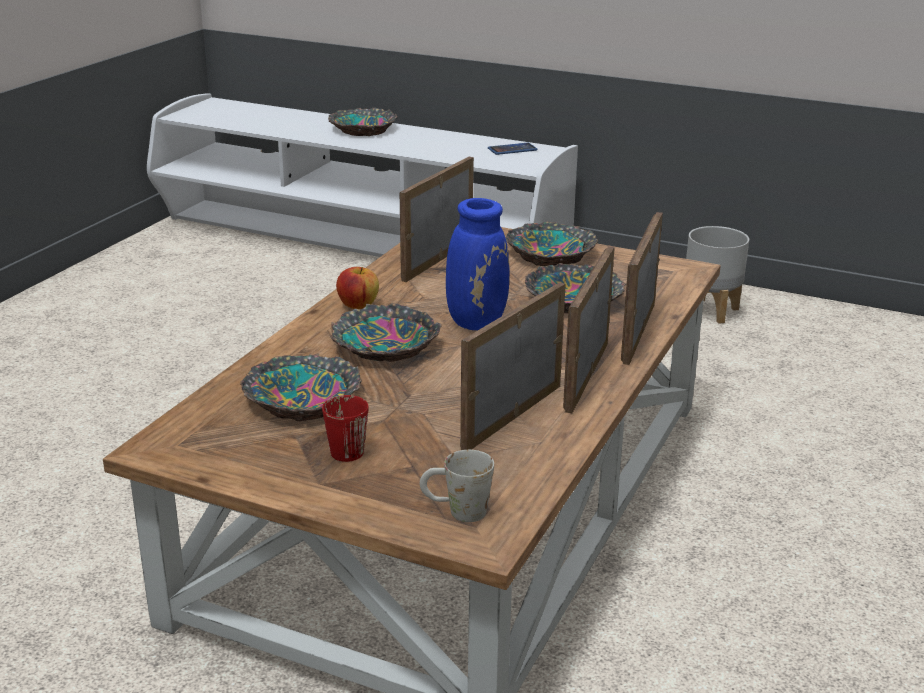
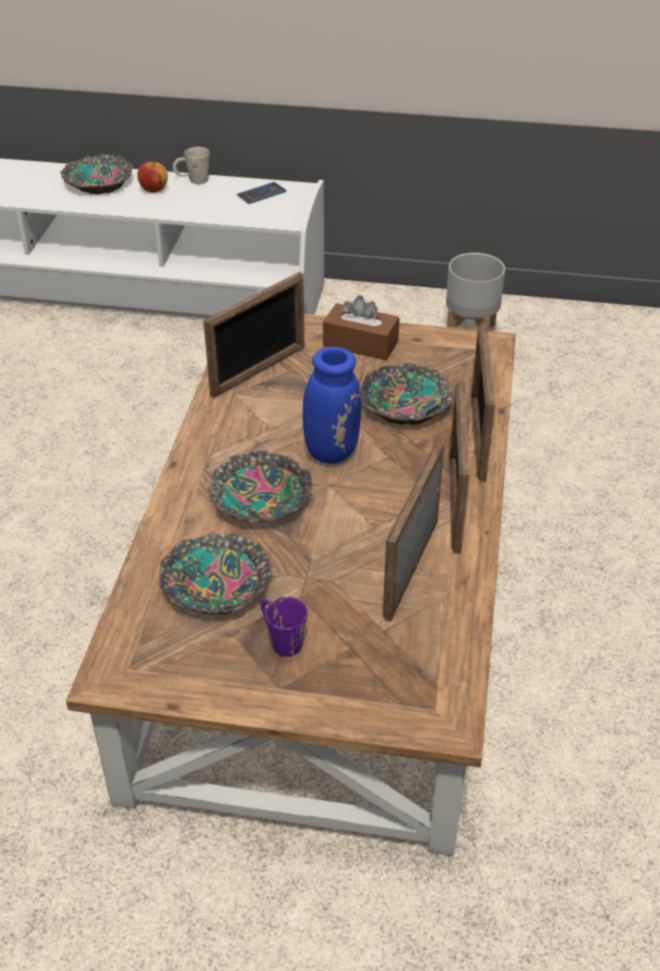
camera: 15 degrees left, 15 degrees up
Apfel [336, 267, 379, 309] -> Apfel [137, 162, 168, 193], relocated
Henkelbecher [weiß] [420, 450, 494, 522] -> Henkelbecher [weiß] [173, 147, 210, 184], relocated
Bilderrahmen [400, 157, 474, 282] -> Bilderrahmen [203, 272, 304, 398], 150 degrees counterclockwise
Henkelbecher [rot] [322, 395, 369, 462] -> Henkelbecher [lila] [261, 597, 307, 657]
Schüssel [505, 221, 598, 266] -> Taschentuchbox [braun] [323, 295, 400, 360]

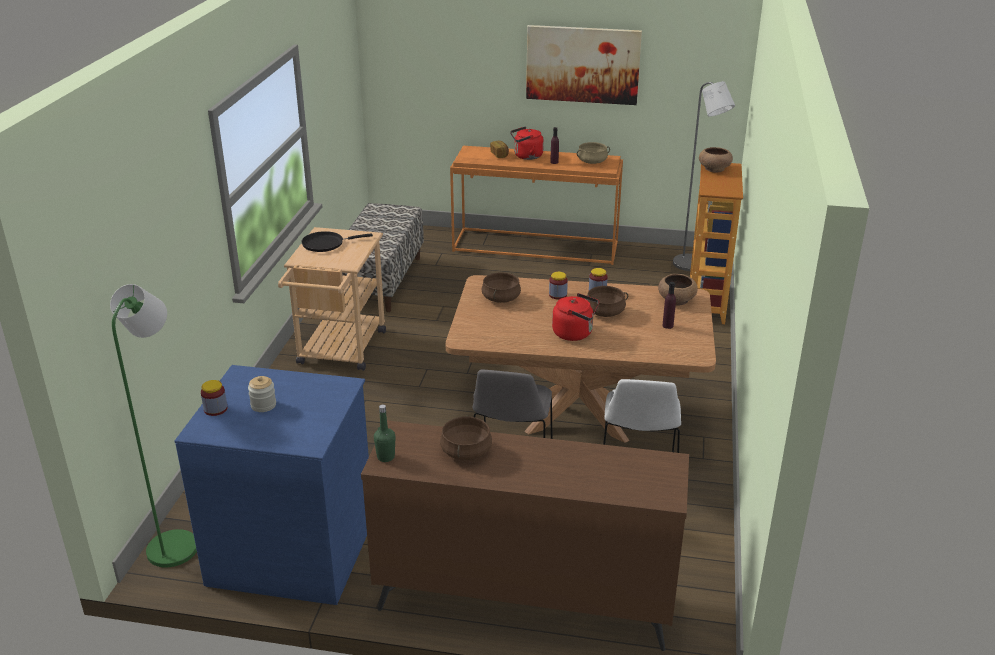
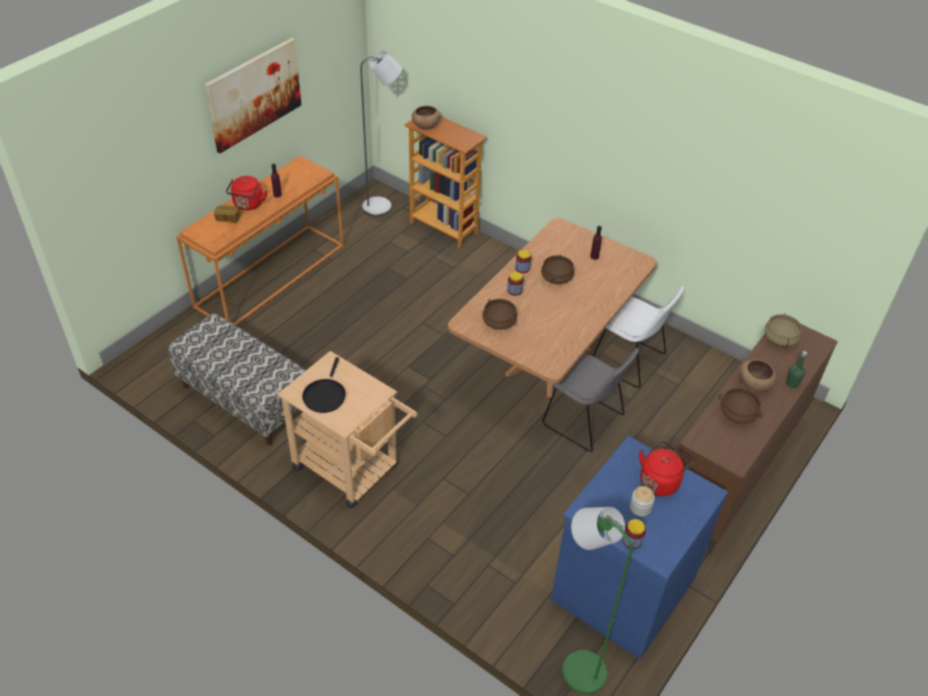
camera: 65 degrees left, 15 degrees up
Wasserkessel [rot] [552, 293, 599, 341] -> Wasserkessel [rot] [639, 441, 693, 496], relocated
Schüssel [braun] [658, 274, 698, 306] -> Schüssel [braun] [739, 359, 777, 392], relocated
Kochtopf [beige] [577, 142, 610, 164] -> Kochtopf [beige] [764, 314, 802, 346], relocated
Flasche [grün] [374, 404, 396, 462] -> Flasche [grün] [786, 351, 807, 388], relocated

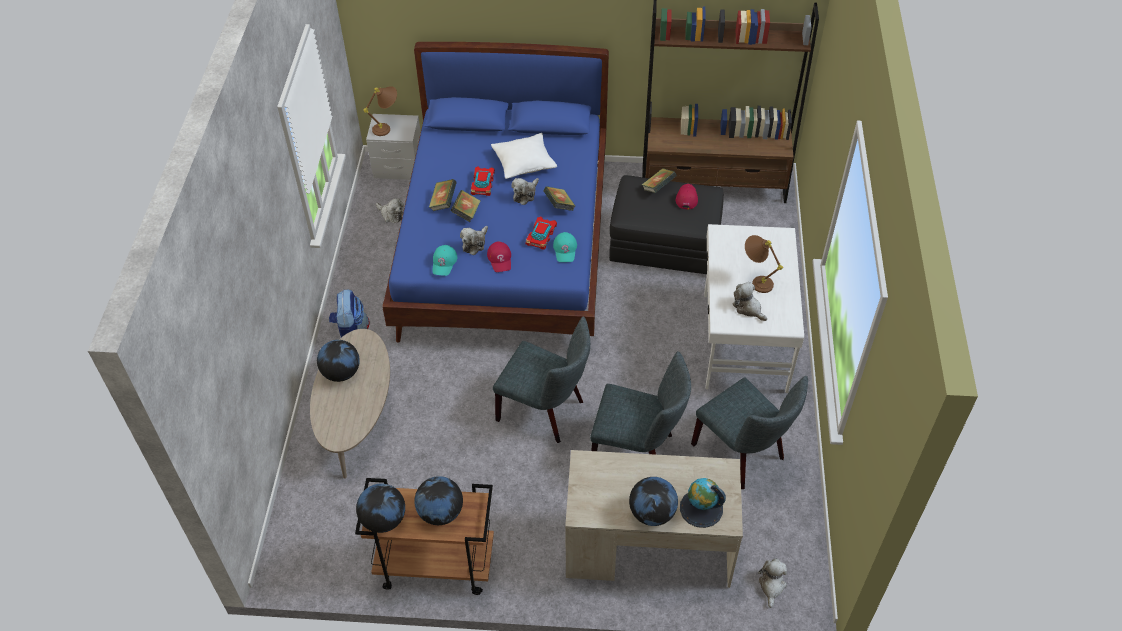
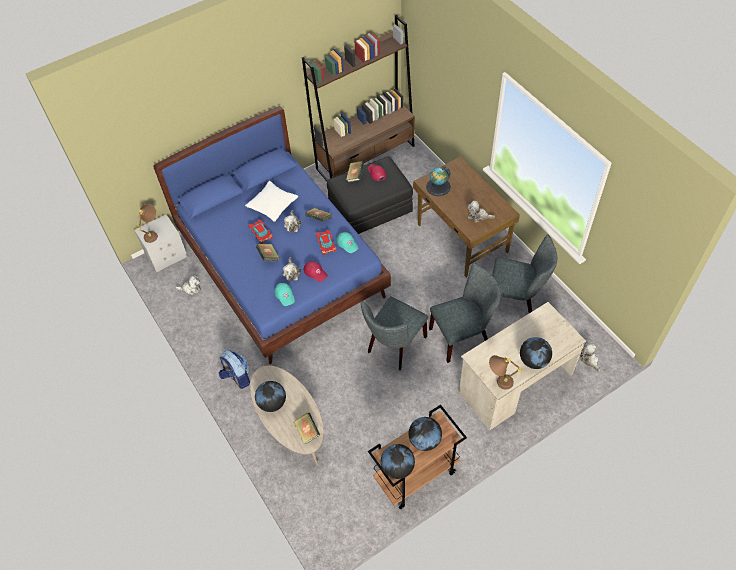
camera: 35 degrees left, 5 degrees up
Buch [429, 179, 457, 211] -> Buch [294, 413, 320, 444], relocated
Stuhl [grau] [493, 317, 590, 443] -> Stuhl [grau] [361, 296, 428, 370], 135 degrees clockwise
Schreibtisch [weiß] [704, 224, 804, 393] -> Schreibtisch [braun] [413, 157, 520, 278]
Globus [680, 478, 726, 528] -> Globus [426, 167, 451, 196], relocated
Tischlampe [braun] [745, 235, 783, 293] -> Tischlampe [braun] [489, 355, 522, 390], relocated

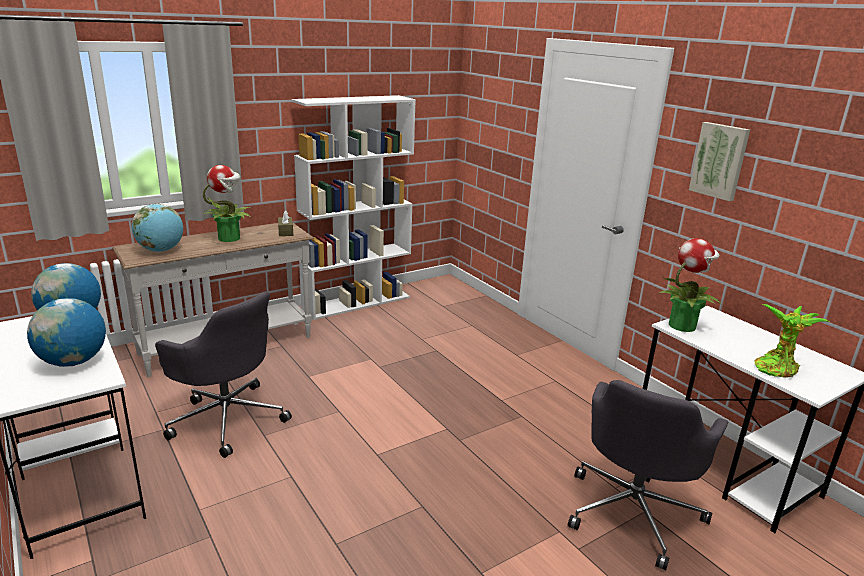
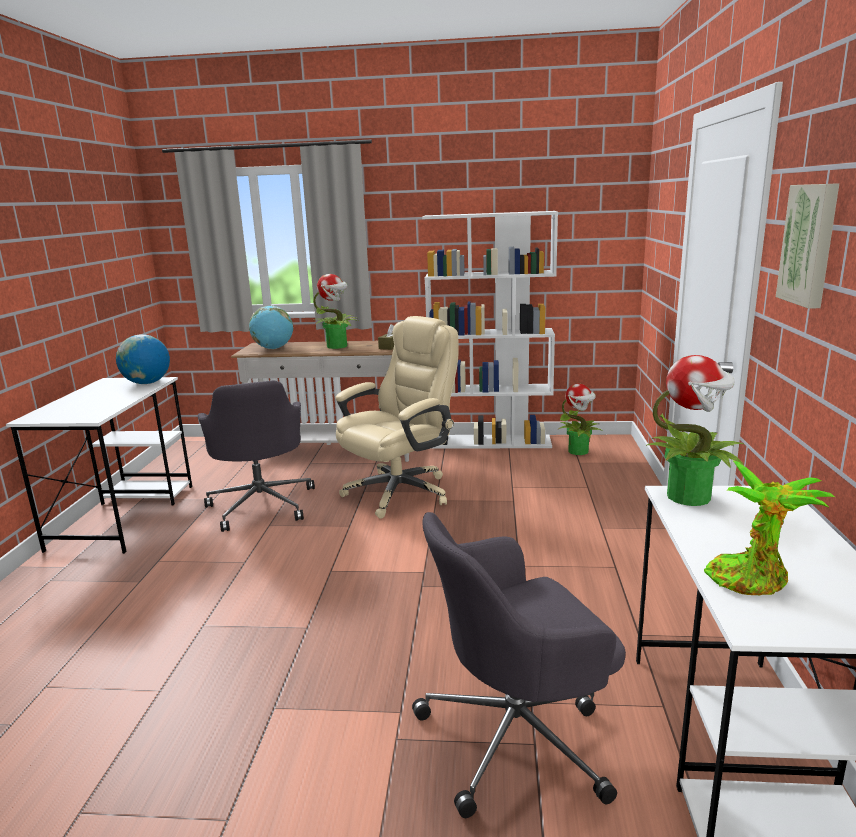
camera: 40 degrees right, 5 degrees down
none -> Bürostuhl [beige] [336, 316, 459, 519]
none -> Topfpflanze [559, 384, 604, 455]
Globus [27, 298, 106, 367] -> none

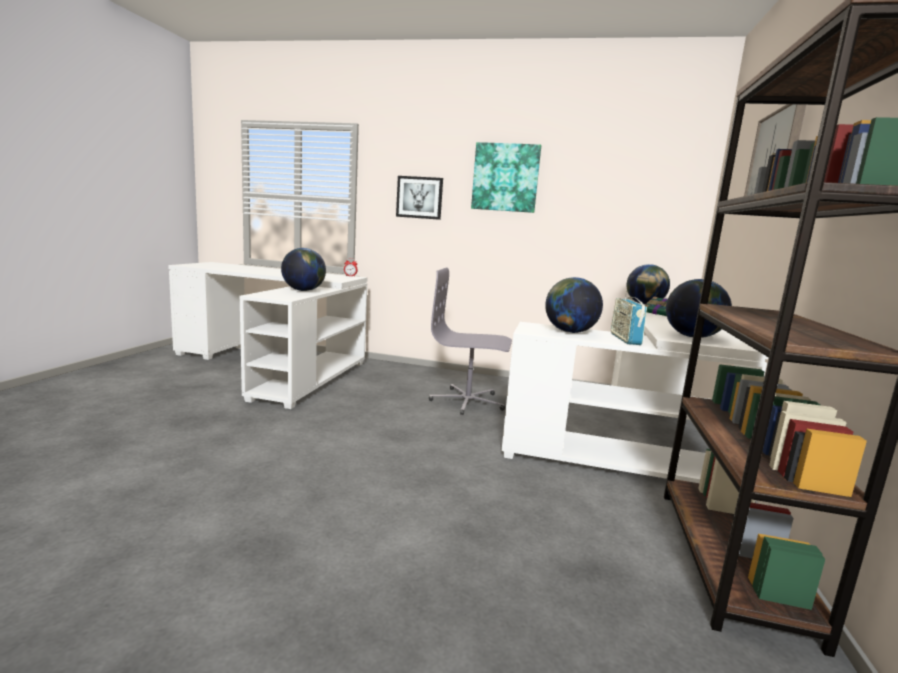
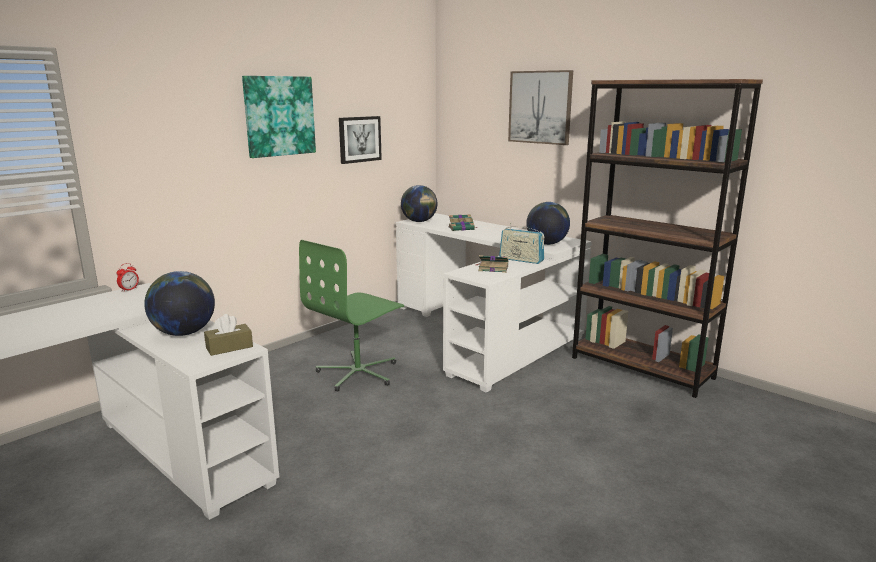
camera: 60 degrees left, 5 degrees up
none -> Taschentuchbox [braun] [204, 314, 253, 356]
Bürostuhl [grau] [429, 267, 512, 415] -> Bürostuhl [grün] [299, 240, 404, 392]
Bild [396, 176, 443, 220] -> Bild [339, 116, 382, 164], relocated
Globus [545, 277, 603, 333] -> Buch [476, 255, 509, 273]

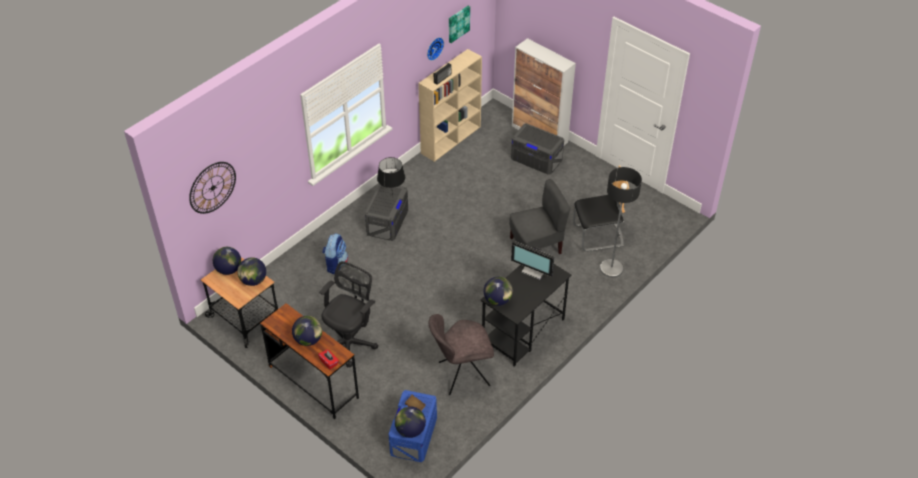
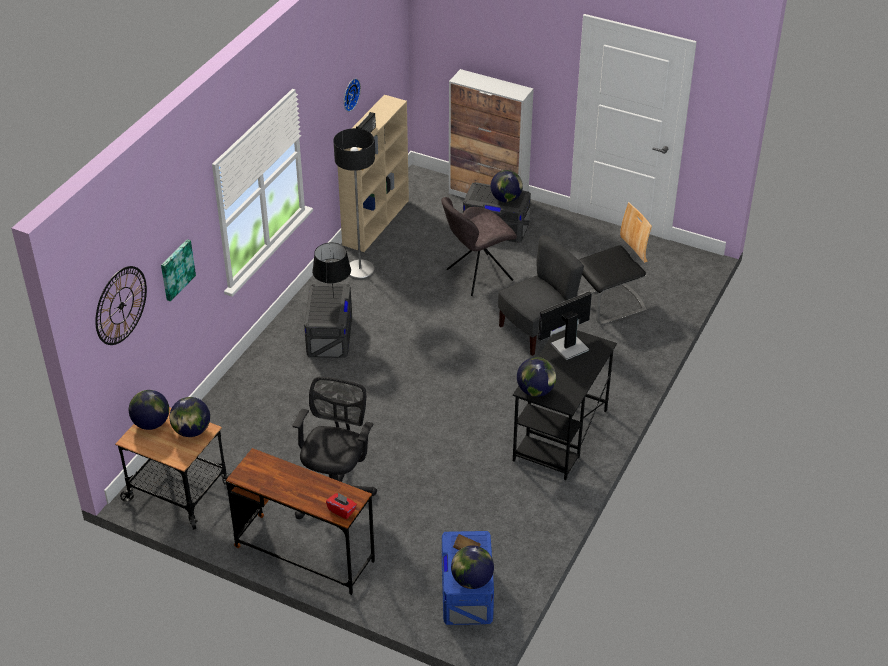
camera: 15 degrees left, 5 degrees down
Bild [449, 6, 470, 43] -> Bild [161, 239, 196, 301], relocated
Stehlampe [600, 167, 642, 277] -> Stehlampe [333, 128, 375, 280], relocated
Stuhl [grau] [429, 314, 494, 395] -> Stuhl [grau] [441, 197, 517, 296], relocated
Globus [292, 316, 322, 346] -> Globus [490, 170, 523, 203], relocated
Monitor [511, 241, 554, 280] -> Monitor [538, 291, 592, 360], 135 degrees clockwise
Rucksack [322, 233, 348, 274] -> none

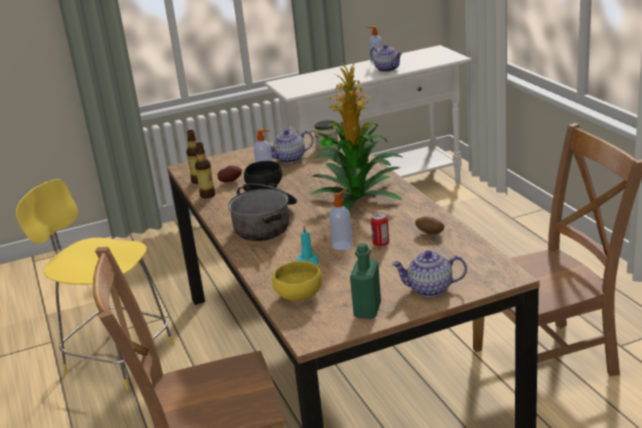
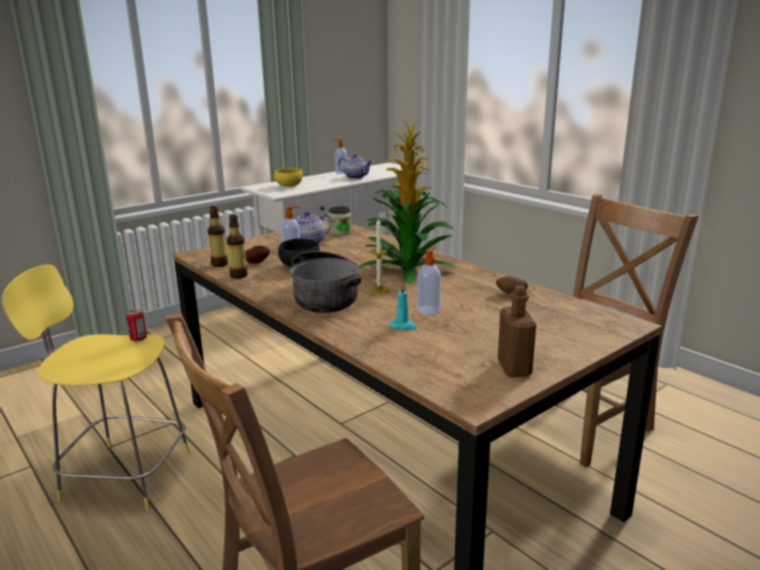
camera: 20 degrees left, 5 degrees down
Dose [371, 213, 389, 247] -> Dose [126, 309, 147, 342], relocated
Schüssel [gelb] [272, 261, 322, 301] -> Schüssel [gelb] [274, 168, 303, 187], relocated
none -> Kerze [370, 218, 389, 294]
Flasche [grün] [350, 243, 381, 319] -> Flasche [braun] [498, 285, 536, 377]
Teekanne [392, 250, 467, 297] -> none

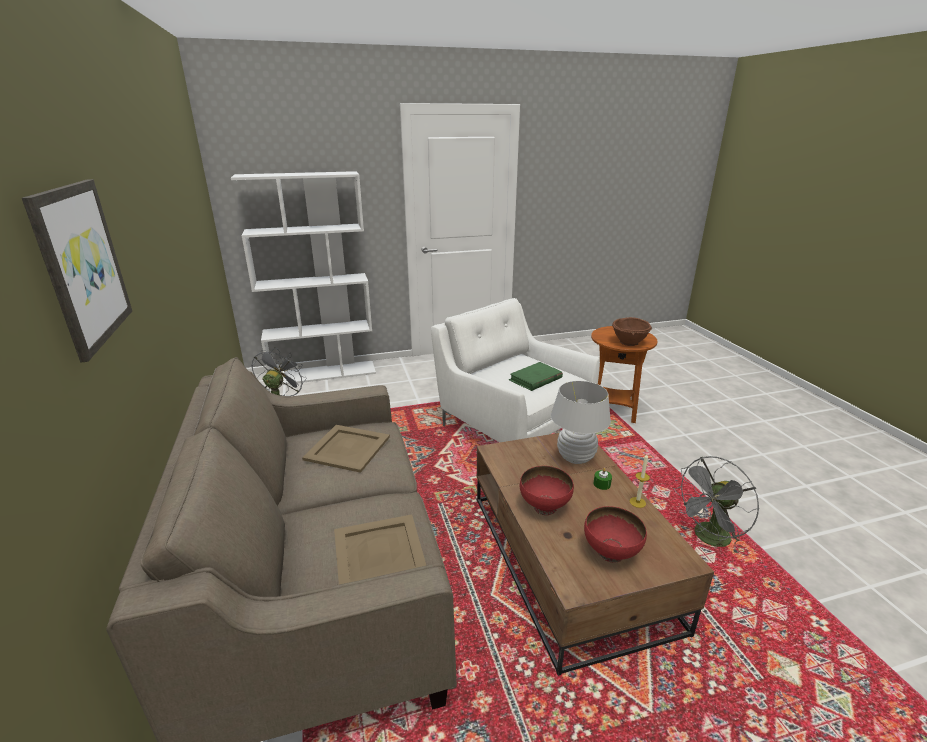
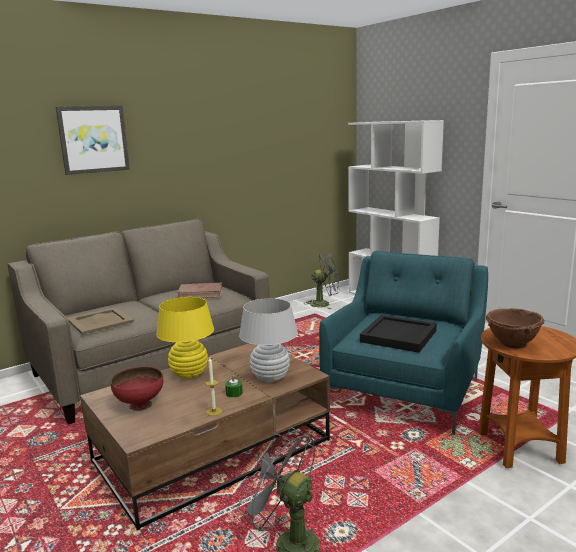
camera: 70 degrees right, 10 degrees down
Schüssel [rot] [520, 466, 574, 515] -> Tischlampe [gelb] [156, 297, 214, 379]
Tablett [beige] [302, 425, 390, 473] -> Buch [braun] [177, 283, 222, 298]
Sessel [weiß] [431, 298, 600, 442] -> Sessel [türkis] [319, 251, 488, 435]
Buch [grün] [509, 362, 563, 391] -> Tablett [schwarz] [360, 315, 437, 353]

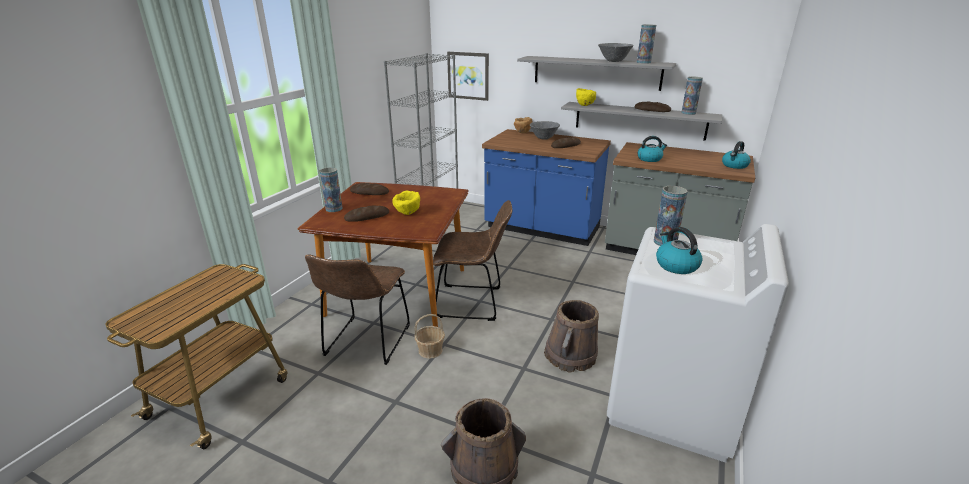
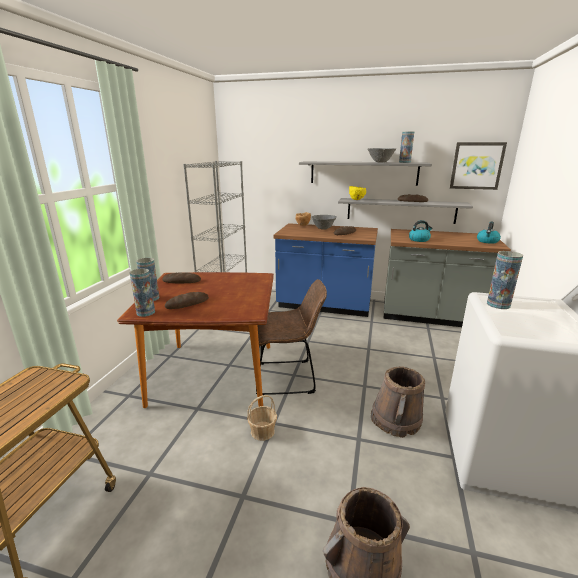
camera: 10 degrees left, 5 degrees down
Vase [681, 77, 703, 115] -> Vase [129, 268, 155, 317], relocated
Bild [447, 52, 489, 101] -> Bild [450, 142, 507, 190], relocated
Stuhl [braun] [305, 254, 410, 365] -> none
Schüssel [gelb] [392, 191, 420, 215] -> none
Wasserkessel [656, 227, 702, 274] -> none

